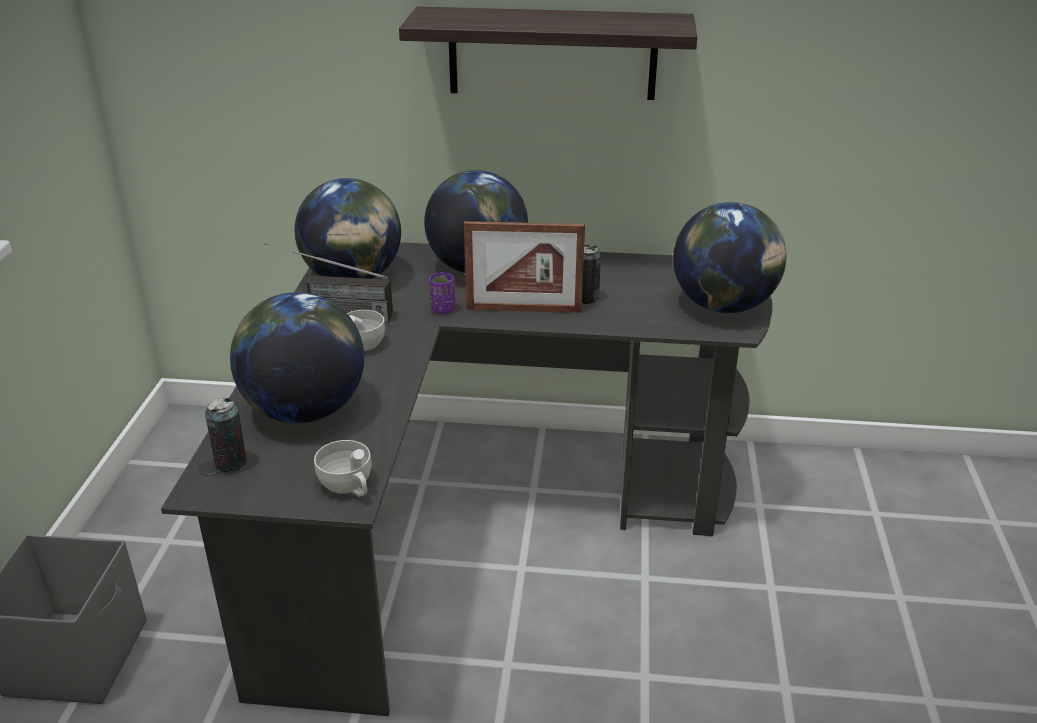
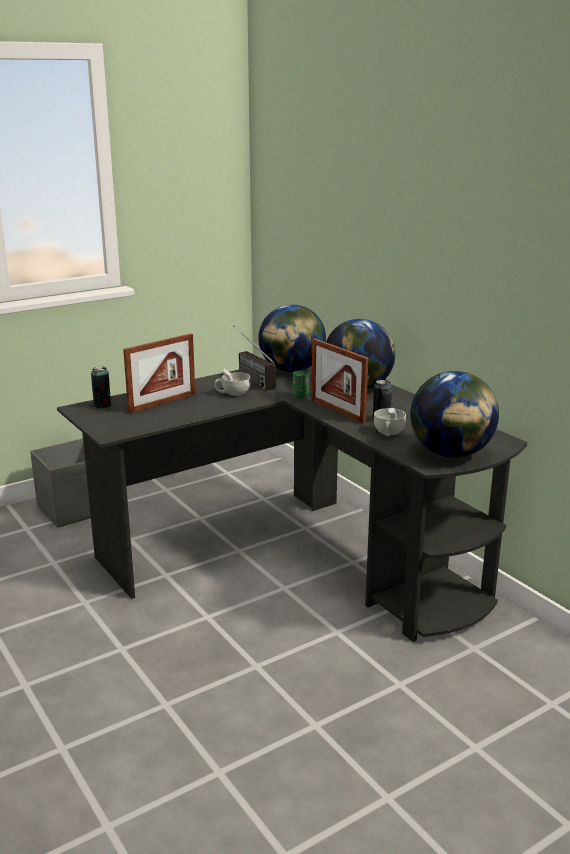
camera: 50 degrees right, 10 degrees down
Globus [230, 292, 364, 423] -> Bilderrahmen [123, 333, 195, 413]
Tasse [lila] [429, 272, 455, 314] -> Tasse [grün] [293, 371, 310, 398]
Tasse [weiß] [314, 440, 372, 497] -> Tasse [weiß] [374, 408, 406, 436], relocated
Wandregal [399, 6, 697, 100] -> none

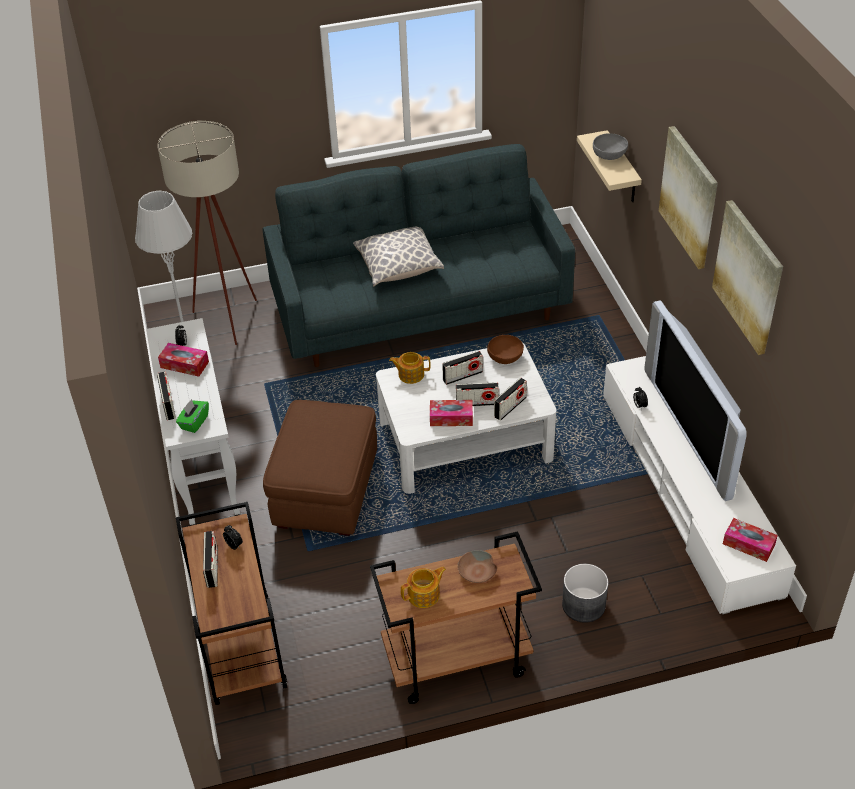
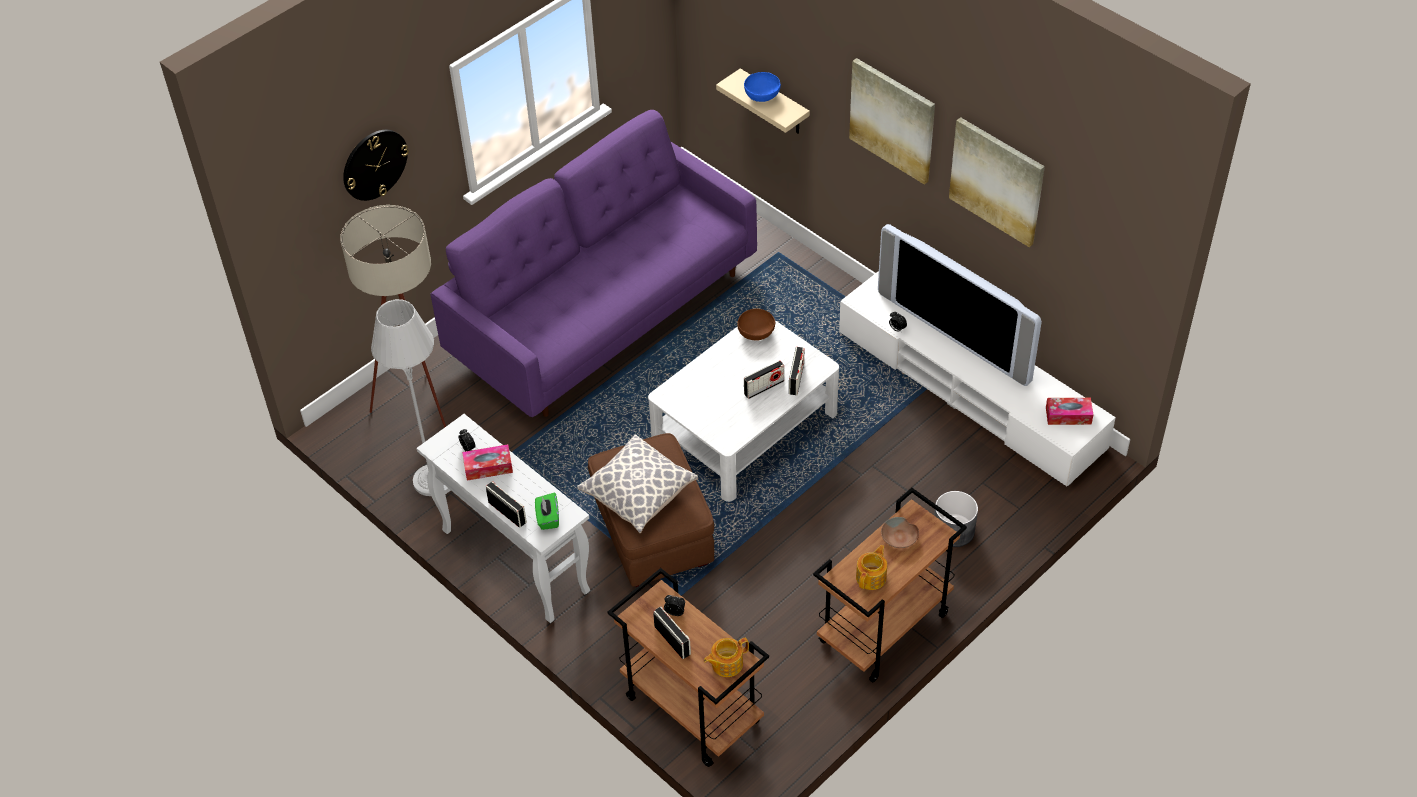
camera: 30 degrees left, 5 degrees up
none -> Wanduhr [343, 130, 409, 201]
Sofa [grau] [262, 144, 575, 367] -> Sofa [lila] [431, 110, 757, 417]
Kissen [353, 227, 444, 287] -> Kissen [577, 434, 698, 533], relocated
Teekanne [389, 352, 430, 384] -> Teekanne [704, 638, 749, 677], relocated
Schüssel [grau] [593, 133, 628, 160] -> Schüssel [blau] [744, 72, 781, 102]
Taschentuchbox [430, 400, 473, 426] -> none
Radio [442, 351, 483, 385] -> none

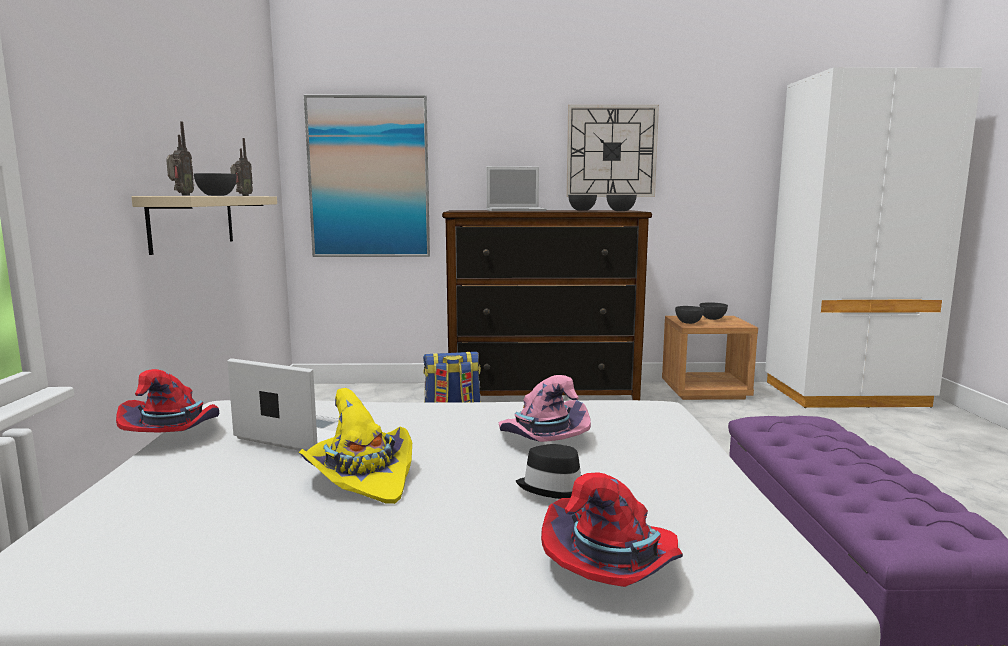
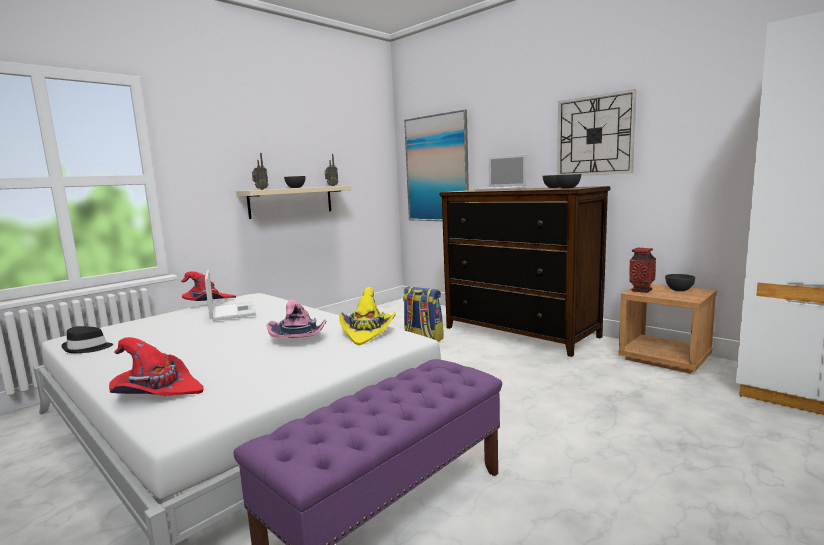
camera: 45 degrees right, 0 degrees up
Hut [schwarz] [516, 444, 582, 499] -> Hut [schwarz] [61, 326, 113, 353], relocated
Hut [gelb] [299, 388, 412, 504] -> Hut [gelb] [339, 287, 396, 345], relocated
Schüssel [grau] [675, 306, 704, 324] -> Vase [629, 248, 656, 293]

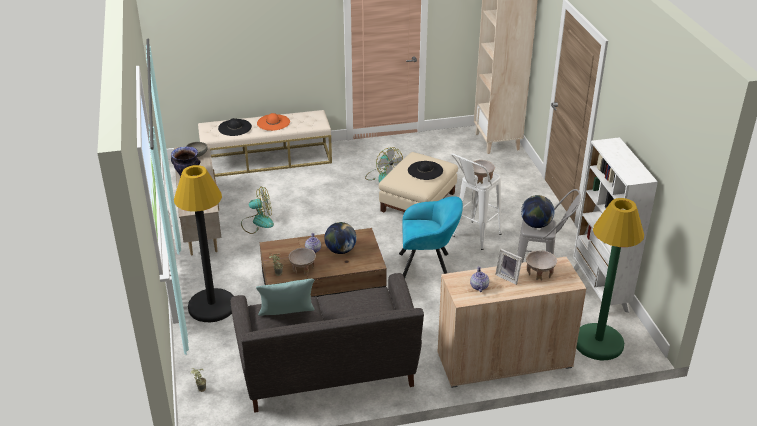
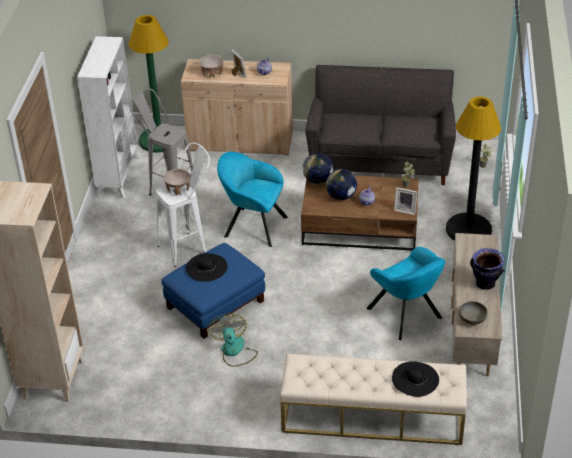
camera: 160 degrees left, 5 degrees up
Polsterhocker [beige] [379, 152, 458, 212] -> Polsterhocker [blau] [161, 243, 265, 339]
Globus [521, 195, 555, 228] -> Globus [303, 153, 333, 184], relocated
Ventilator [241, 187, 274, 234] -> Sessel [türkis] [367, 247, 445, 340]
none -> Bilderrahmen [394, 187, 417, 215]
Kissen [türkis] [256, 279, 315, 316] -> none
Hut [orange] [257, 113, 290, 131] -> none
Schüssel [beige] [289, 248, 316, 275] -> none

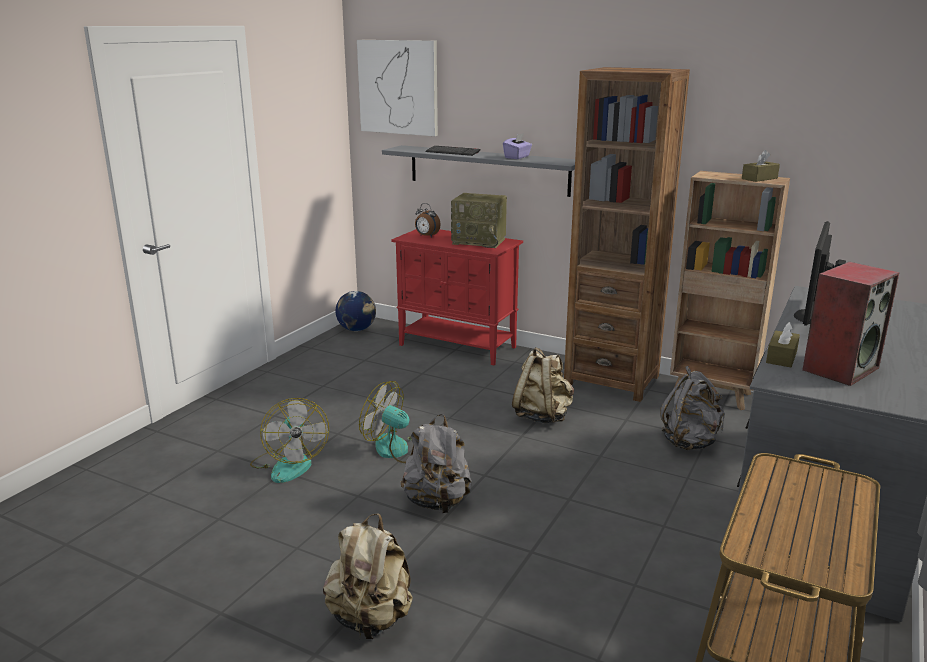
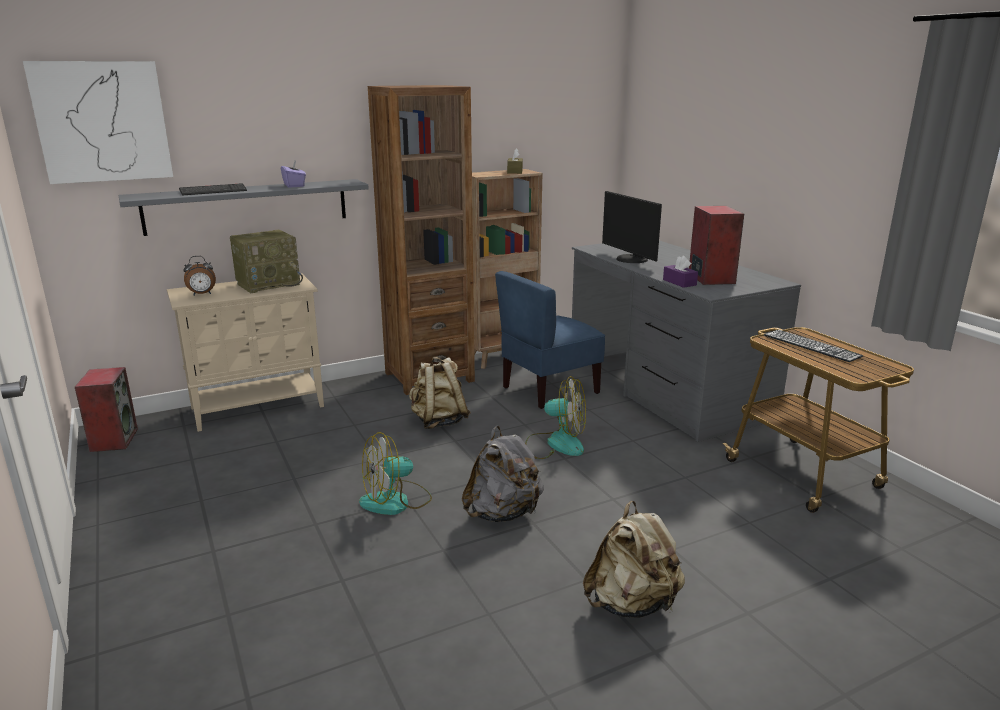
camera: 55 degrees left, 0 degrees up
Globus [335, 291, 376, 331] -> Lautsprecher [75, 367, 138, 452]
Schrank [rot] [391, 229, 523, 365] -> Schrank [beige] [167, 273, 324, 432]
Rucksack [grau] [660, 366, 725, 450] -> Stuhl [blau] [495, 271, 605, 409]
Ventilator [250, 398, 329, 483] -> Ventilator [525, 376, 586, 459], relocated
Taschentuchbox [braun] [766, 322, 800, 367] -> Taschentuchbox [lila] [663, 256, 698, 288]
none -> Tastatur [764, 330, 863, 362]

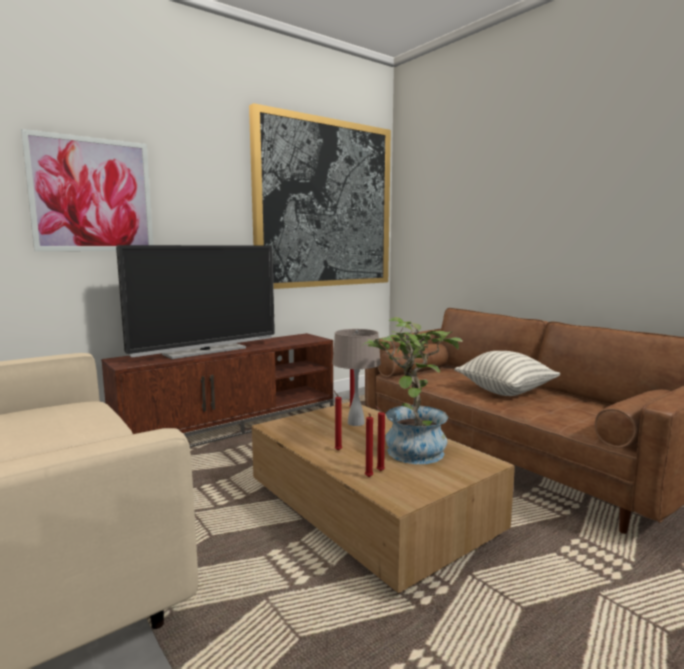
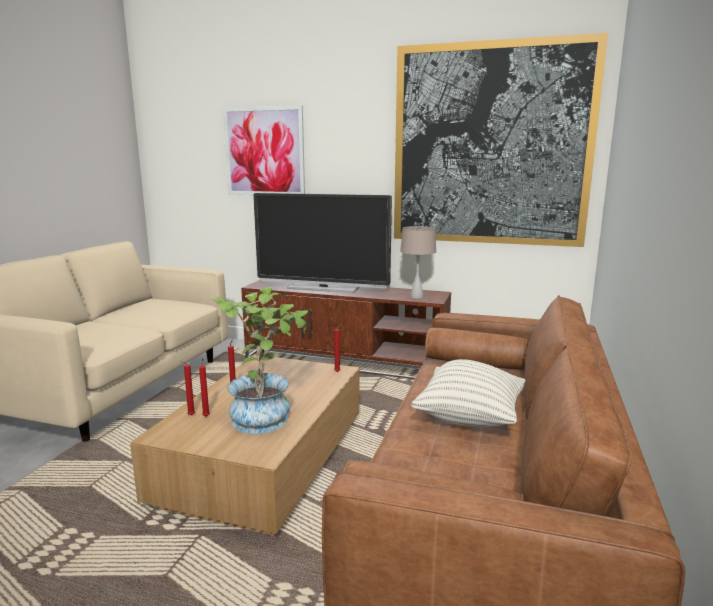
camera: 55 degrees right, 5 degrees up
Tischlampe [beige] [332, 329, 381, 426] -> Tischlampe [beige] [400, 226, 436, 299], relocated

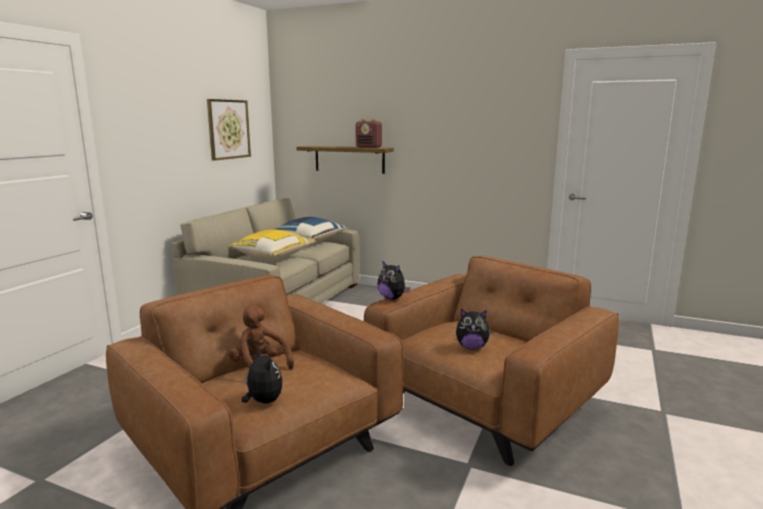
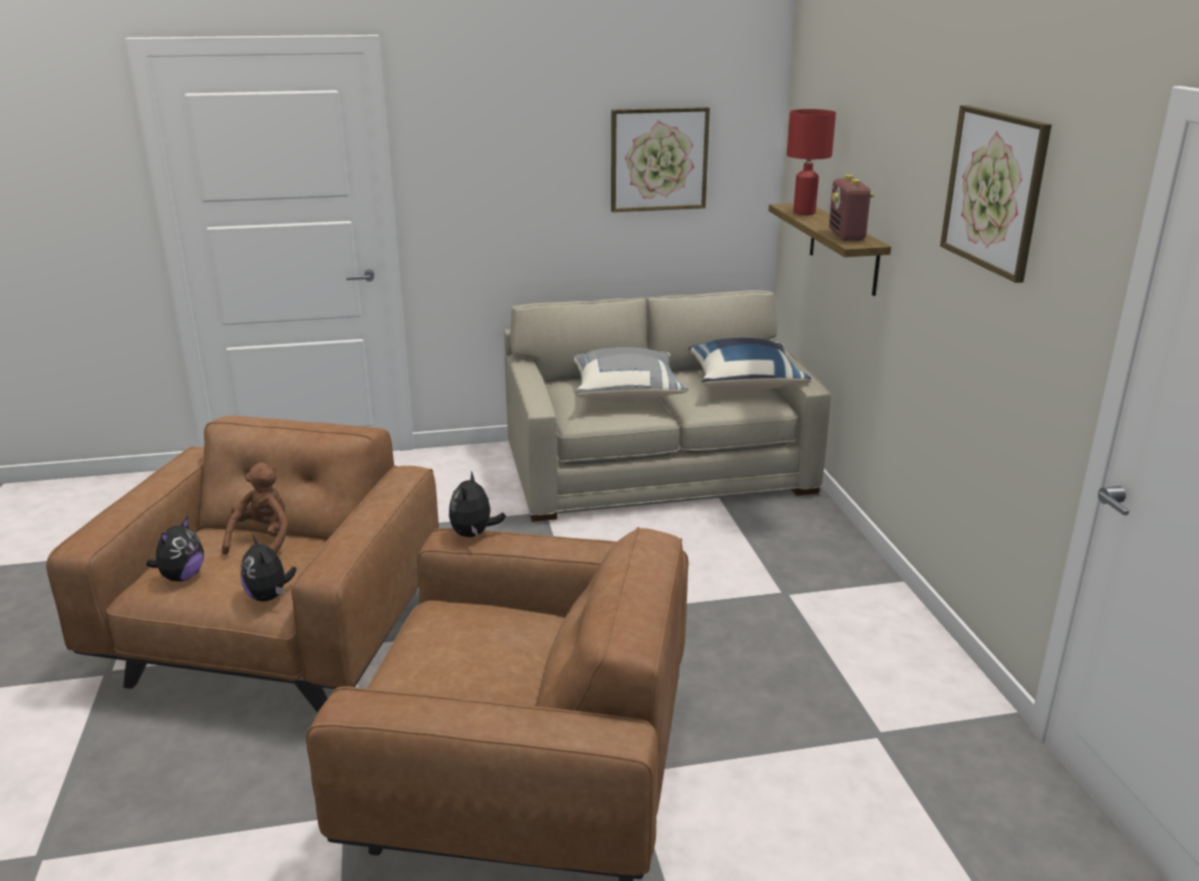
camera: 55 degrees right, 10 degrees up
Plüschtier [456, 309, 492, 350] -> Plüschtier [241, 534, 296, 602], relocated
Kissen [gelb] [229, 230, 315, 259] -> Kissen [grau] [572, 347, 688, 402]
none -> Tischlampe [rot] [787, 109, 836, 215]
none -> Bild [940, 105, 1052, 283]

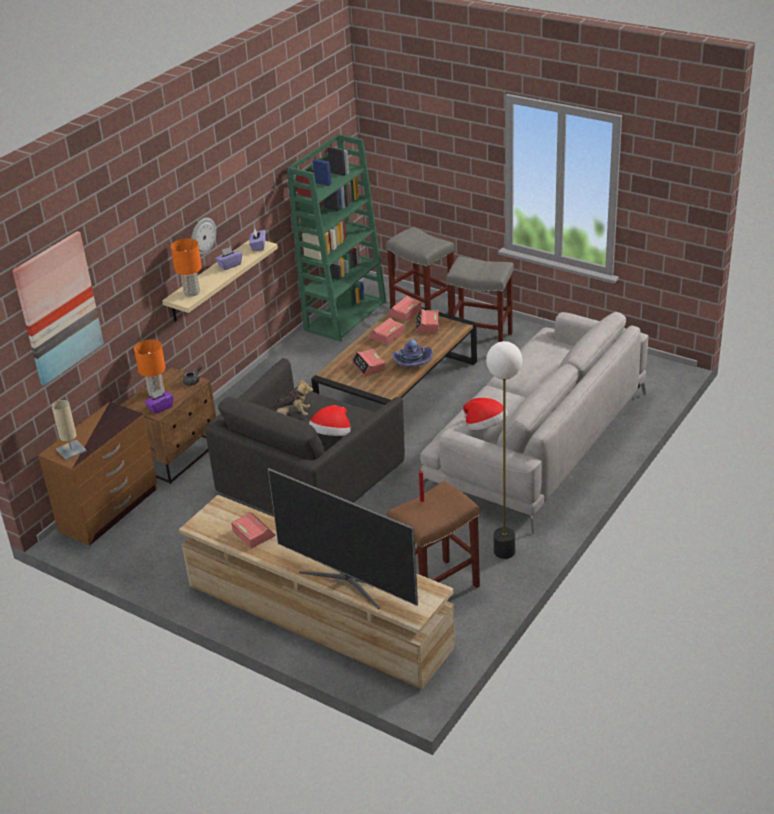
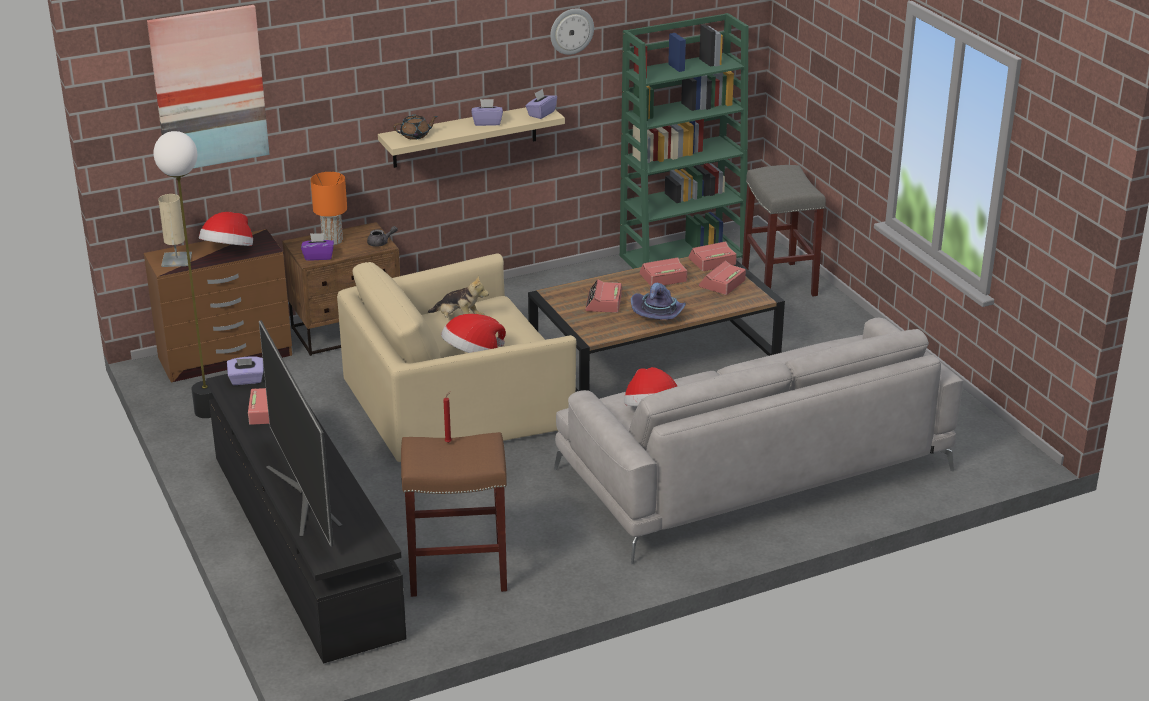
camera: 30 degrees right, 5 degrees down
Stehlampe [486, 341, 522, 559] -> Stehlampe [154, 131, 214, 418], relocated
none -> Hut [199, 212, 253, 246]
Fernsehschrank [beige] [179, 495, 455, 689] -> Fernsehschrank [schwarz] [206, 367, 407, 664]
none -> Taschentuchbox [lila] [227, 357, 264, 385]
Sessel [schwarz] [205, 358, 405, 514] -> Sessel [beige] [337, 253, 577, 462]
Tischlampe [orange] [171, 238, 202, 297] -> Teekanne [braun] [393, 114, 438, 140]
Wanduhr [191, 218, 216, 255] -> Wanduhr [550, 9, 594, 55], relocated
Hocker [grau] [446, 256, 514, 342] -> none

